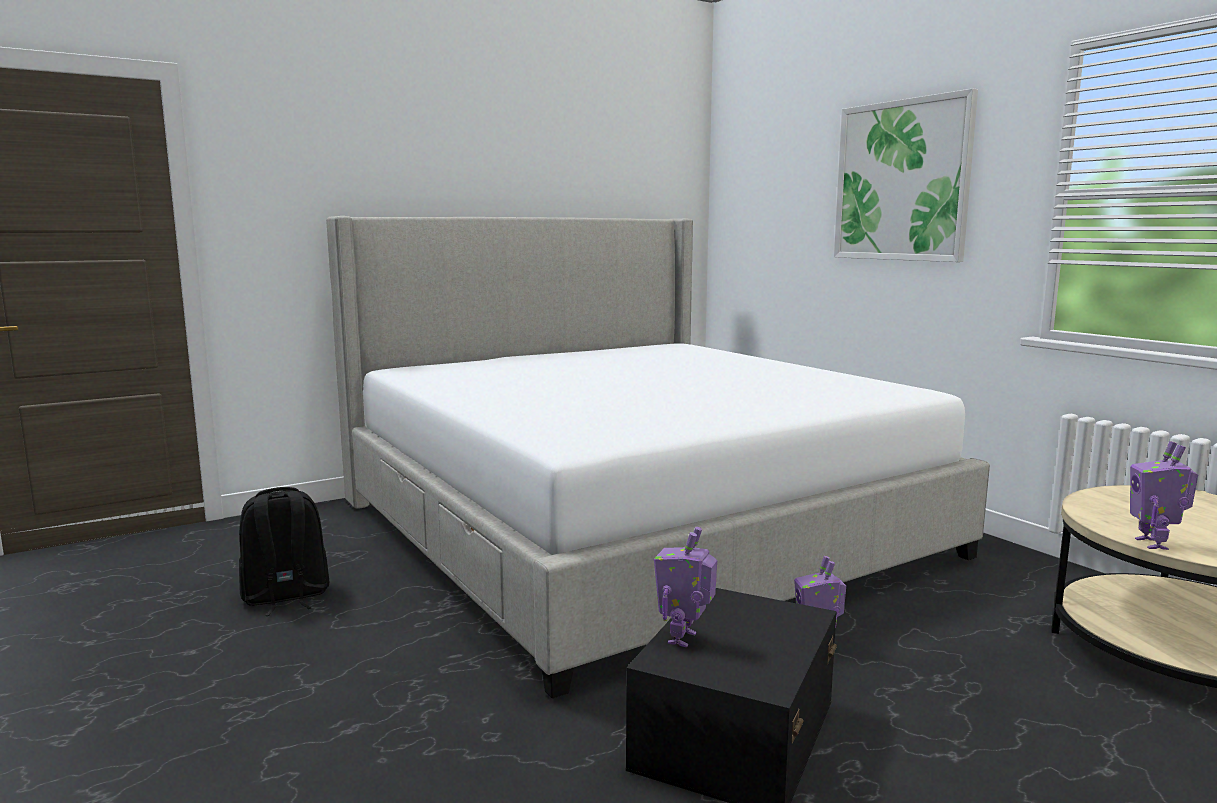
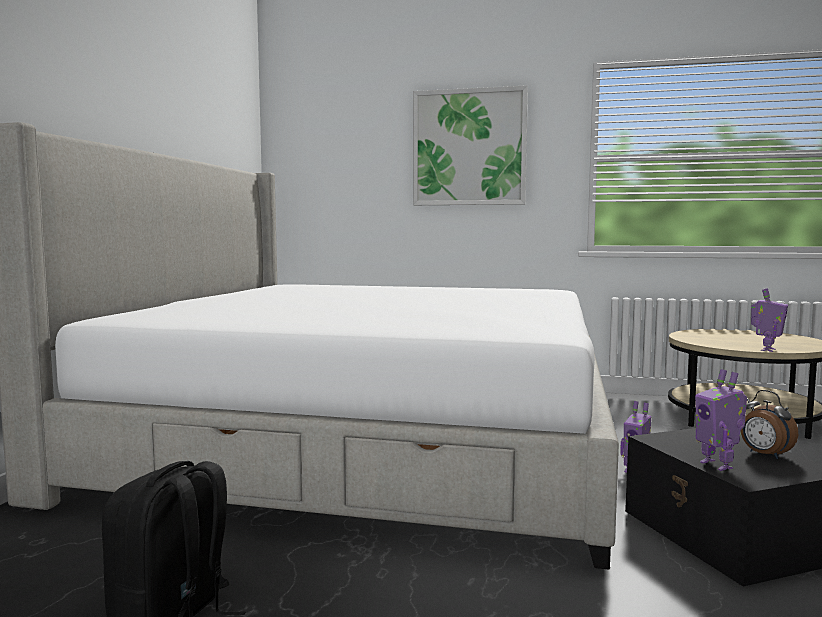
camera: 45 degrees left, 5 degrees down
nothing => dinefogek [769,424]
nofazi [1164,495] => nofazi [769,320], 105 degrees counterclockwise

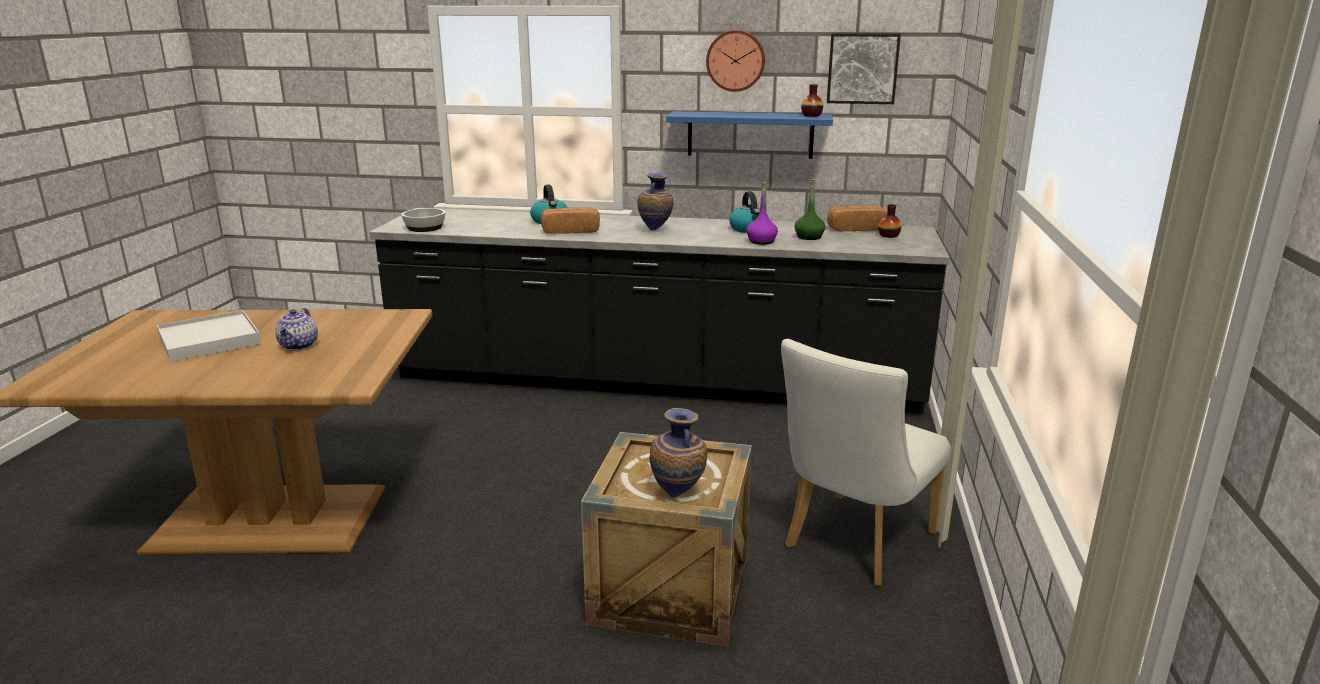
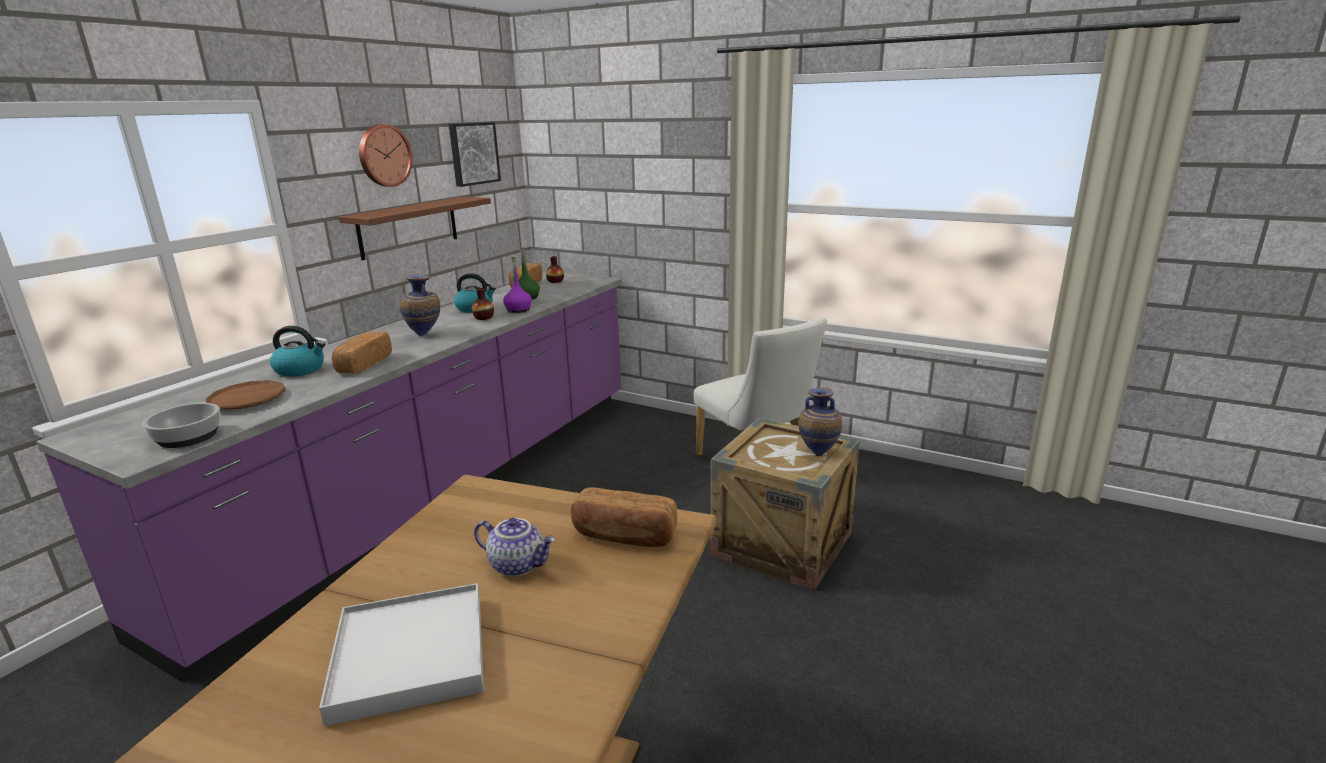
camera: 70 degrees left, 0 degrees up
nothing => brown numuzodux [245,395]
nothing => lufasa [624,517]
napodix [812,100] => napodix [483,304], move
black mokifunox [659,311] => purple mokifunox [329,477]
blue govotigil [749,135] => brown govotigil [415,229]

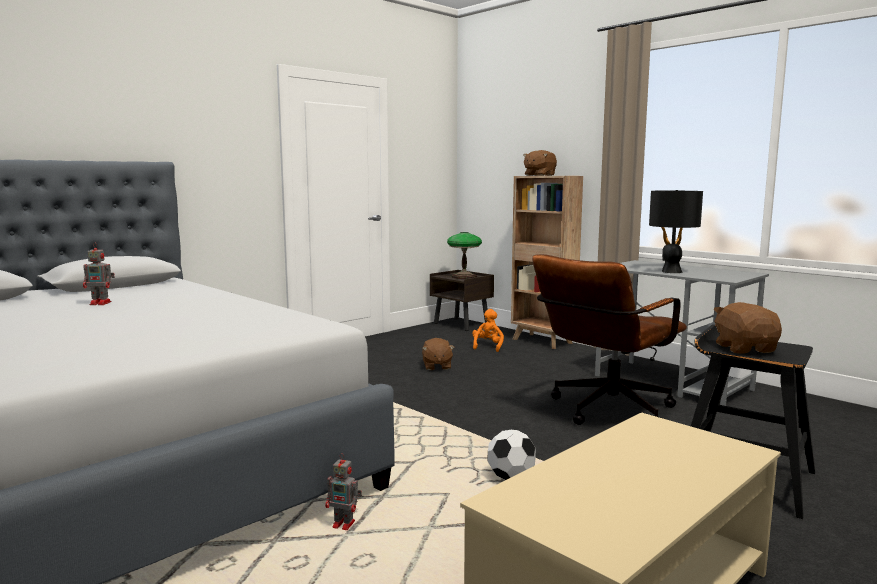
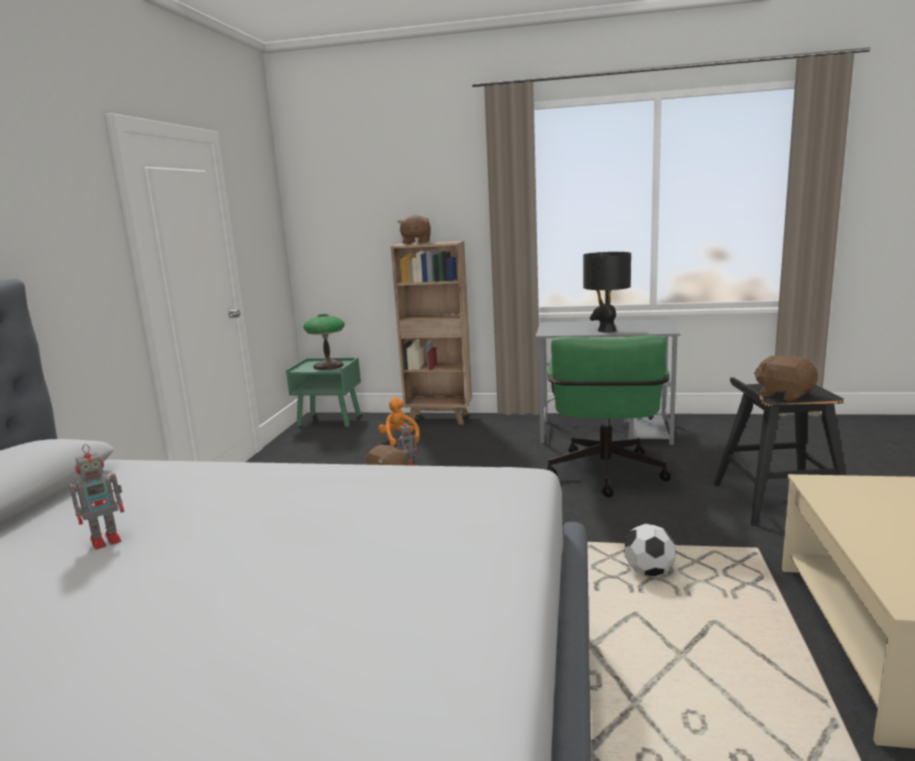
camera: 35 degrees left, 5 degrees up
nofazi [343,491] => nofazi [407,443], move
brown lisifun [462,300] => green lisifun [323,392]
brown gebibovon [609,339] => green gebibovon [609,416]

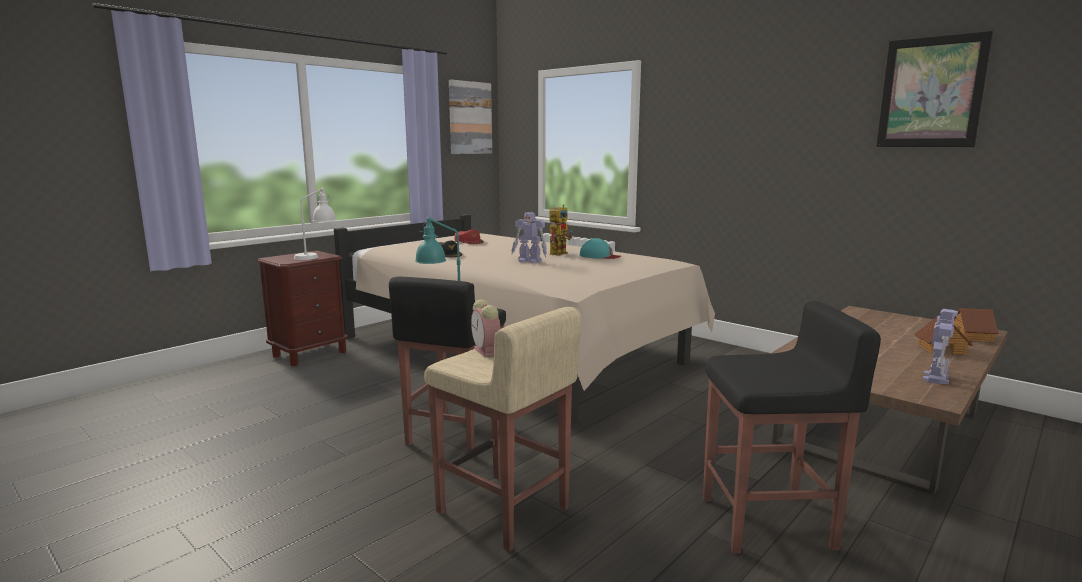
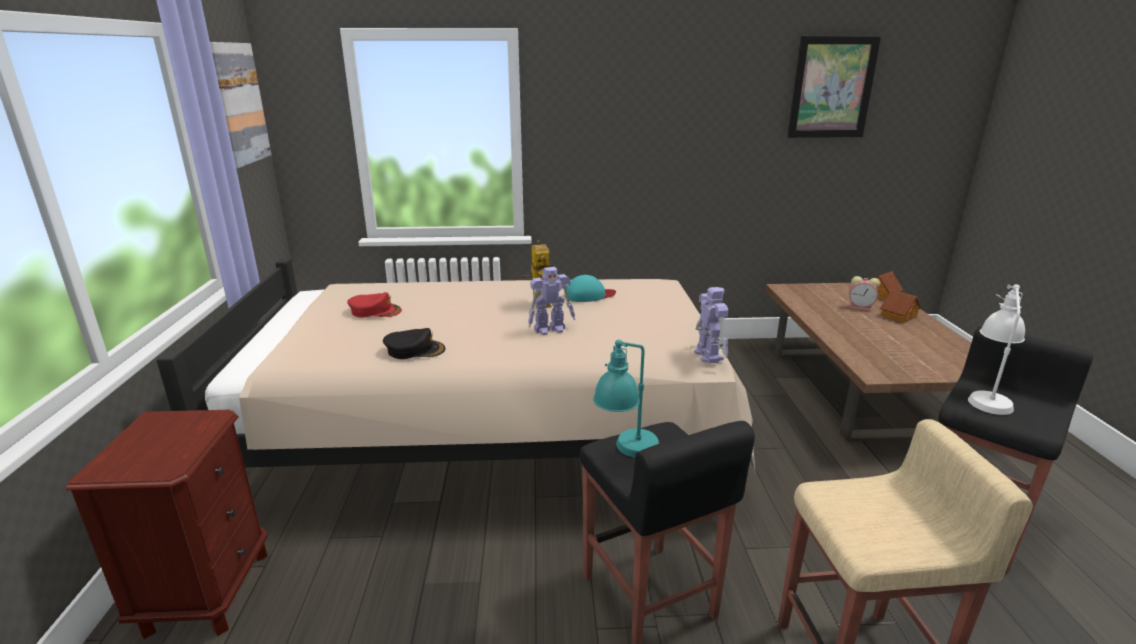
camera: 45 degrees left, 10 degrees up
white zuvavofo [315,224] => white zuvavofo [996,349], move
dinefogek [486,328] => dinefogek [864,293], move
nofazi [940,346] => nofazi [711,325], move

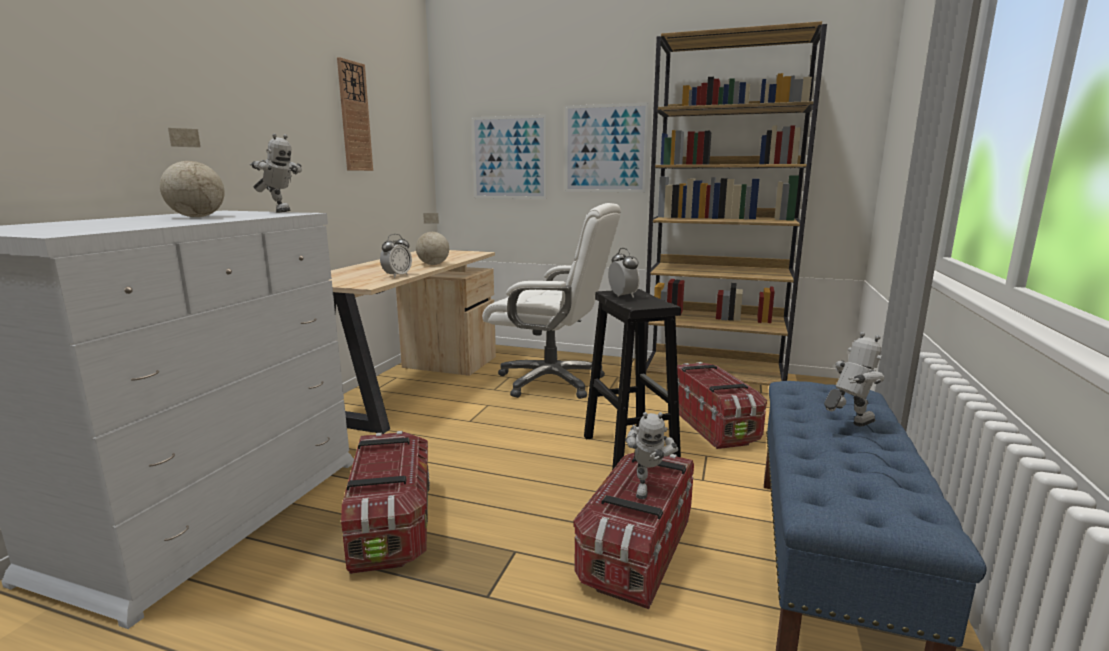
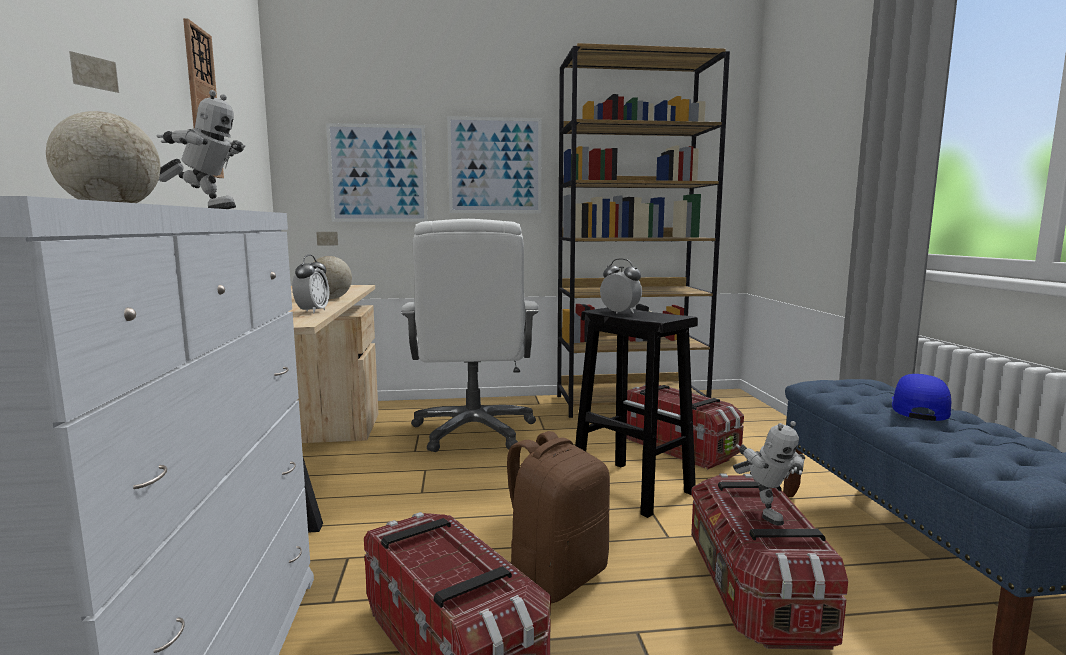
camera: 25 degrees left, 5 degrees down
nothing => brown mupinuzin [558,517]
nofazi [854,379] => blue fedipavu [921,397]
white gebibovon [551,301] => white gebibovon [470,335], 90 degrees clockwise

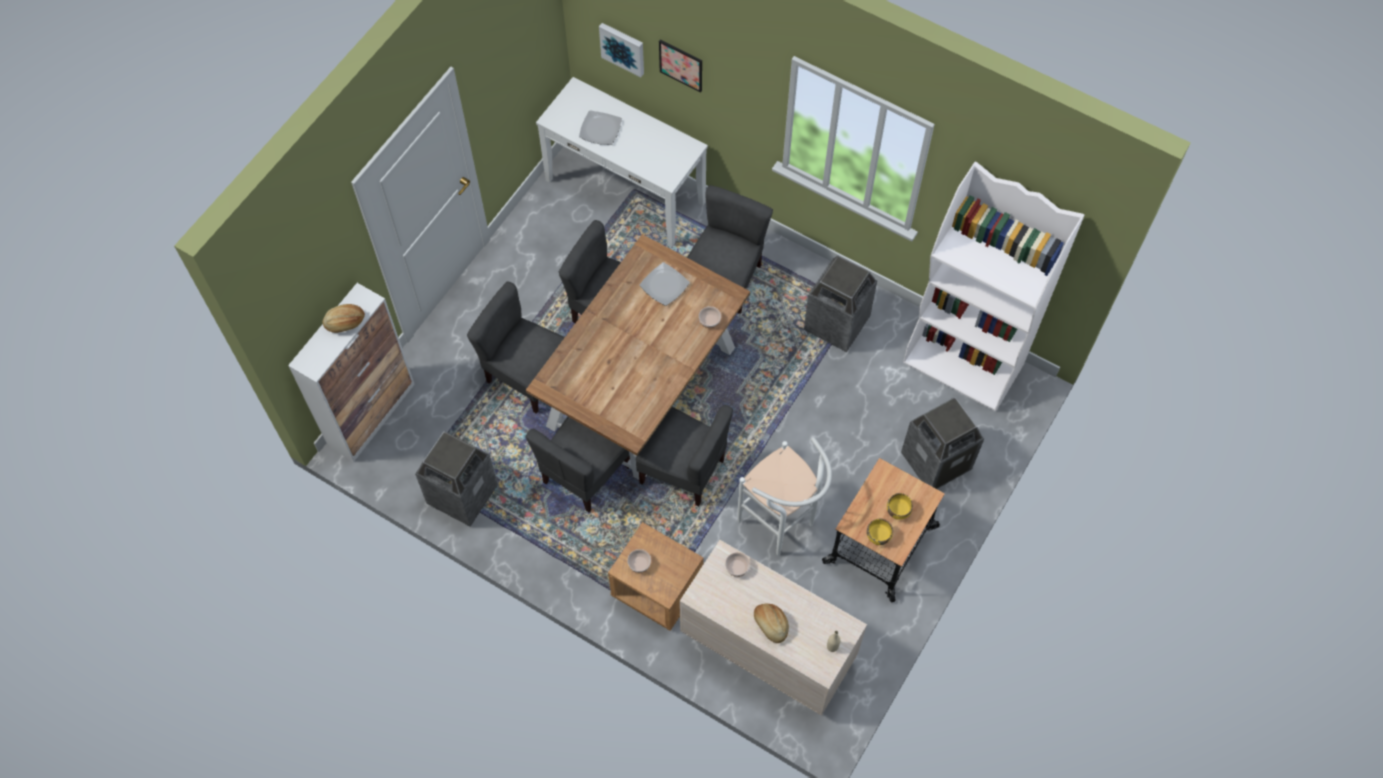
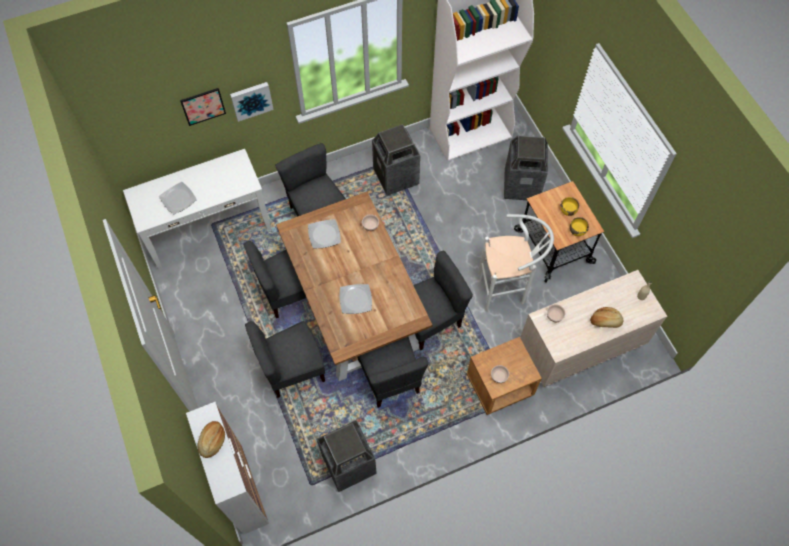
camera: 55 degrees left, 0 degrees up
nothing => numuzodux [356,299]
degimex [621,50] => degimex [252,102], move

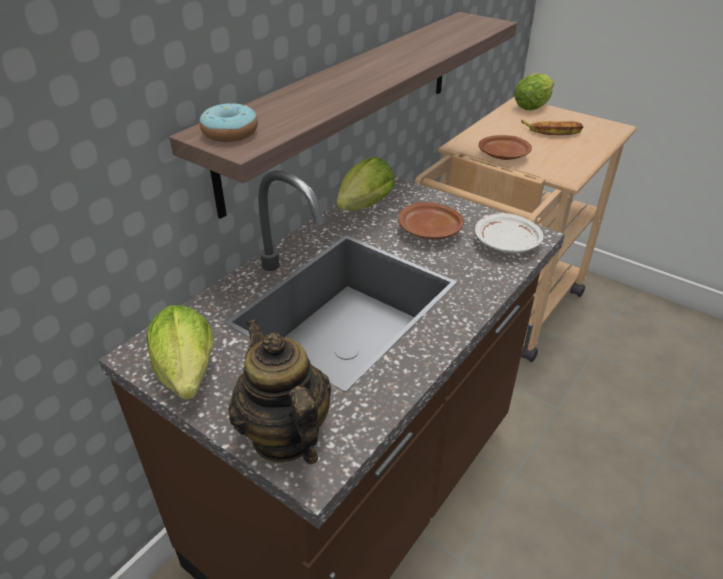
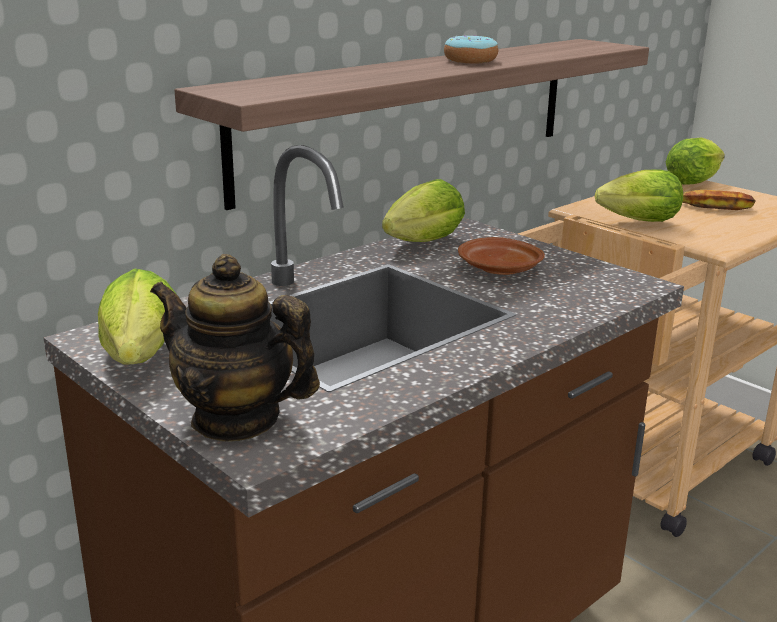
camera: 10 degrees right, 15 degrees down
white numuzodux [509,233] => nothing
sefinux [229,122] => sefinux [471,49], move
brown numuzodux [505,147] => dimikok [639,196]
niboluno [279,392] => niboluno [235,347], 45 degrees counterclockwise

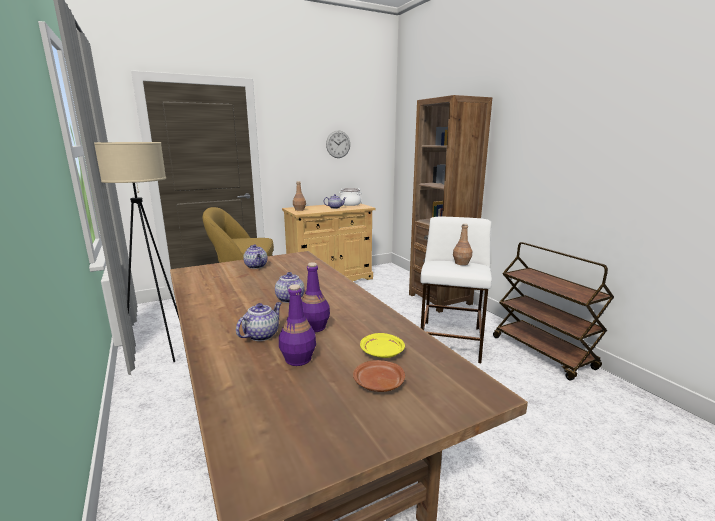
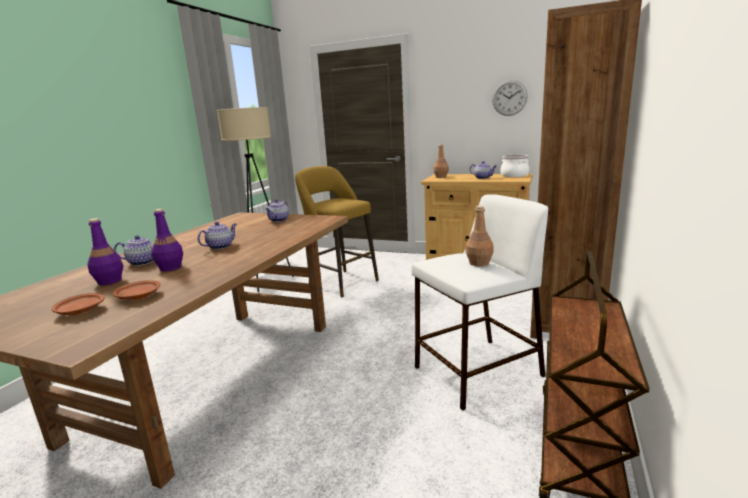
camera: 50 degrees right, 0 degrees up
yellow numuzodux [382,345] => brown numuzodux [136,290]

